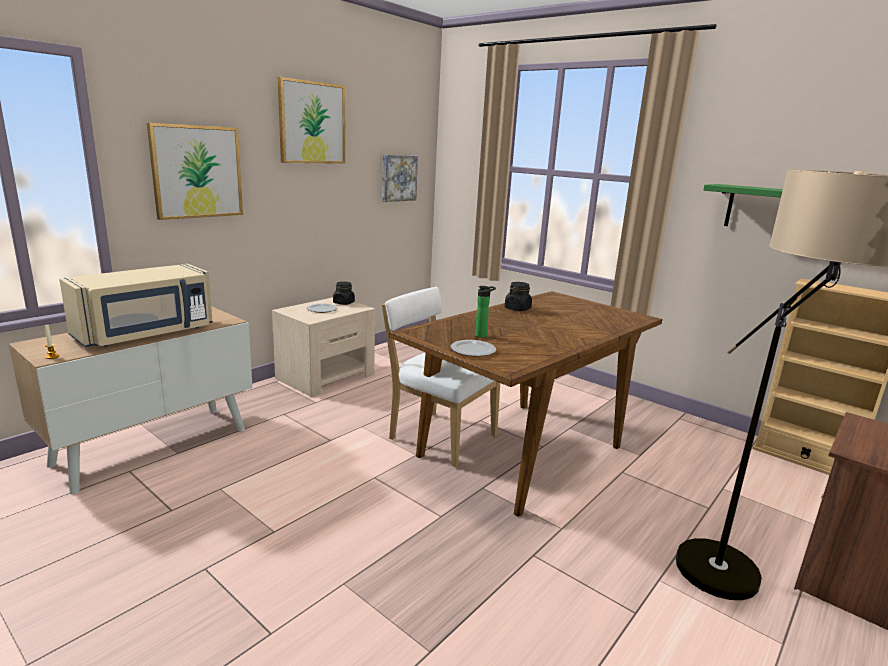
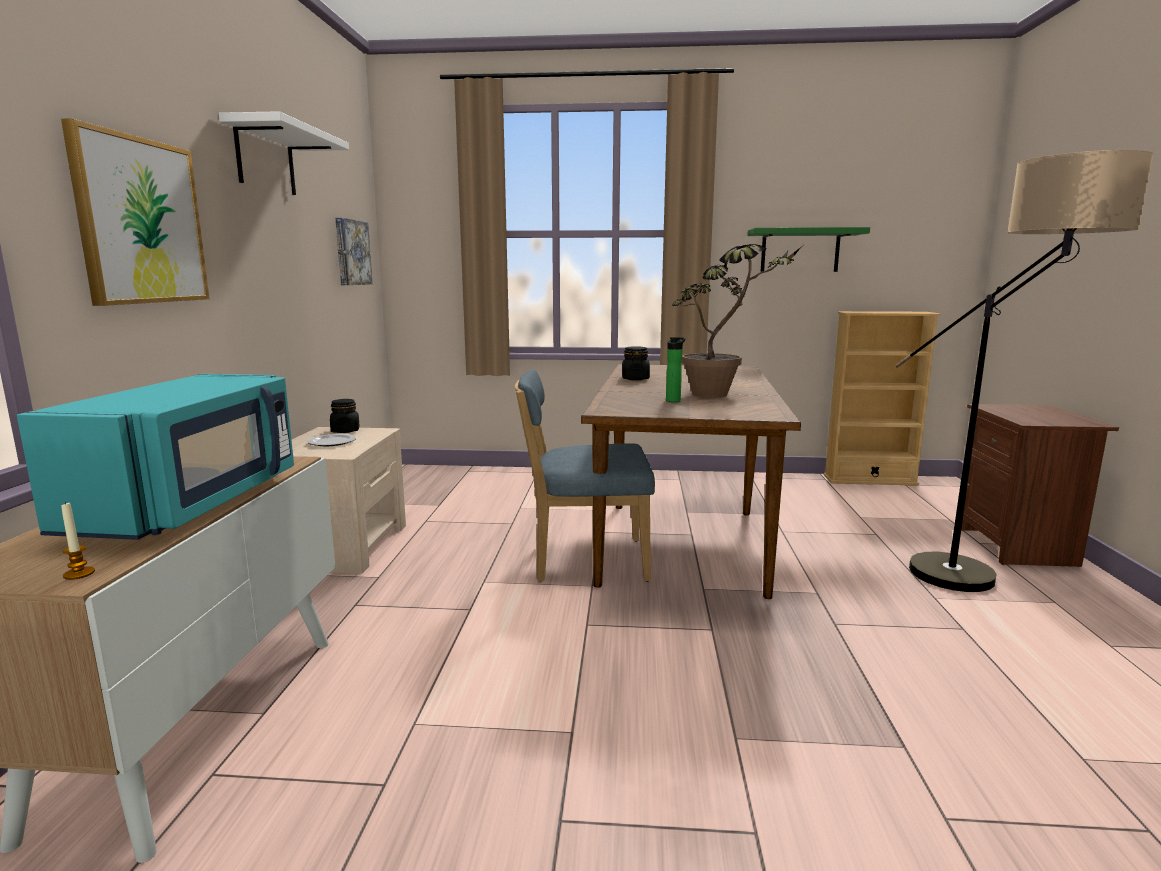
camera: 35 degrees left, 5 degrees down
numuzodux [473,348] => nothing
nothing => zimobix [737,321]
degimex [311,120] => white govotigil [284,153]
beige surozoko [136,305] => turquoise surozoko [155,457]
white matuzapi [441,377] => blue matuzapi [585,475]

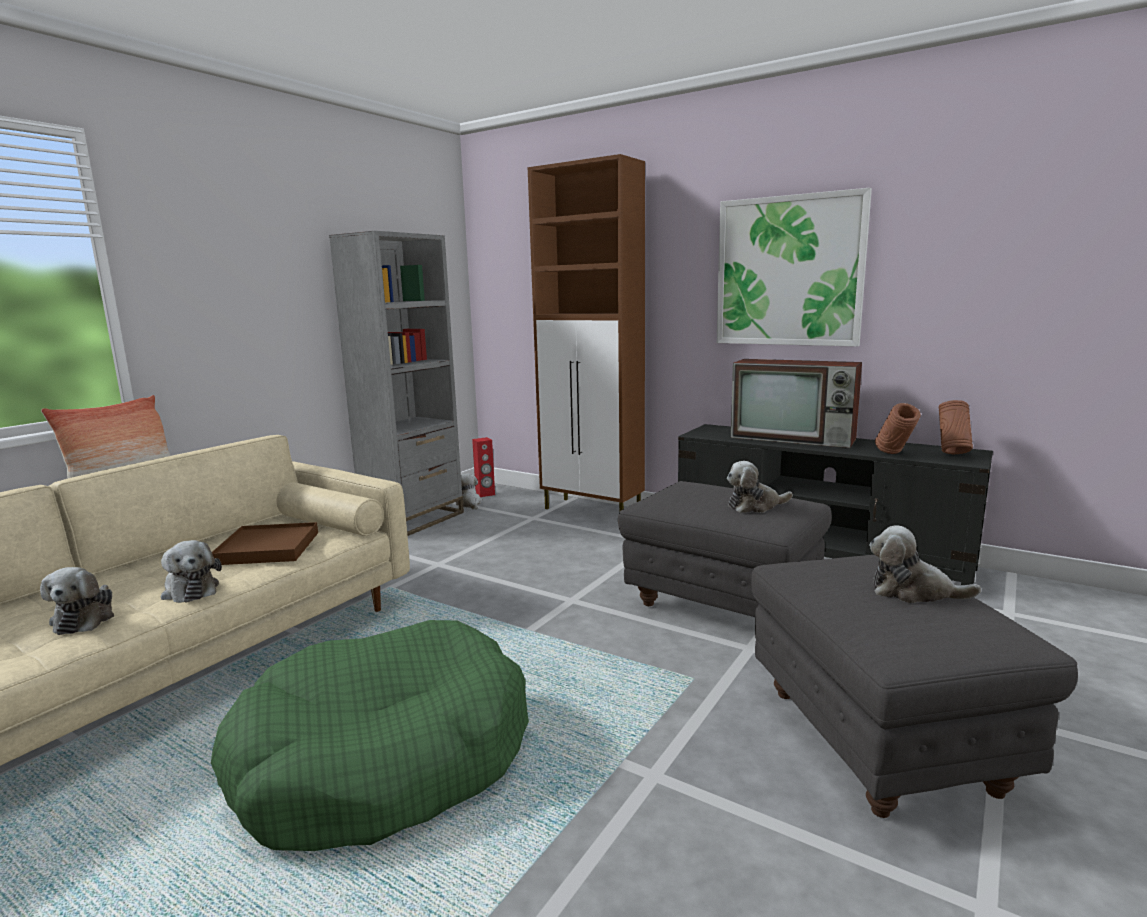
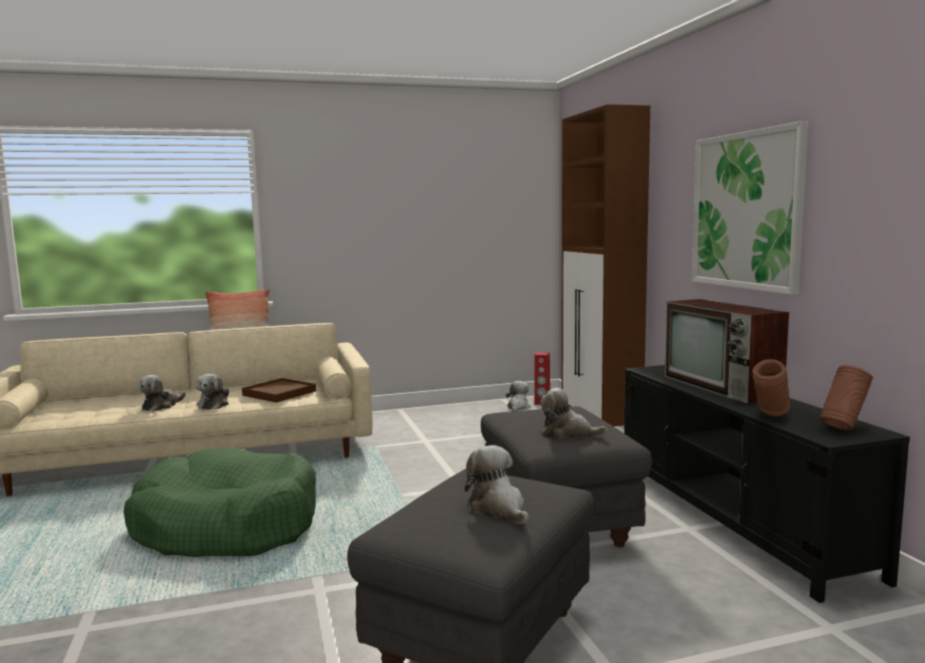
camera: 40 degrees right, 5 degrees down
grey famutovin [396,383] => nothing

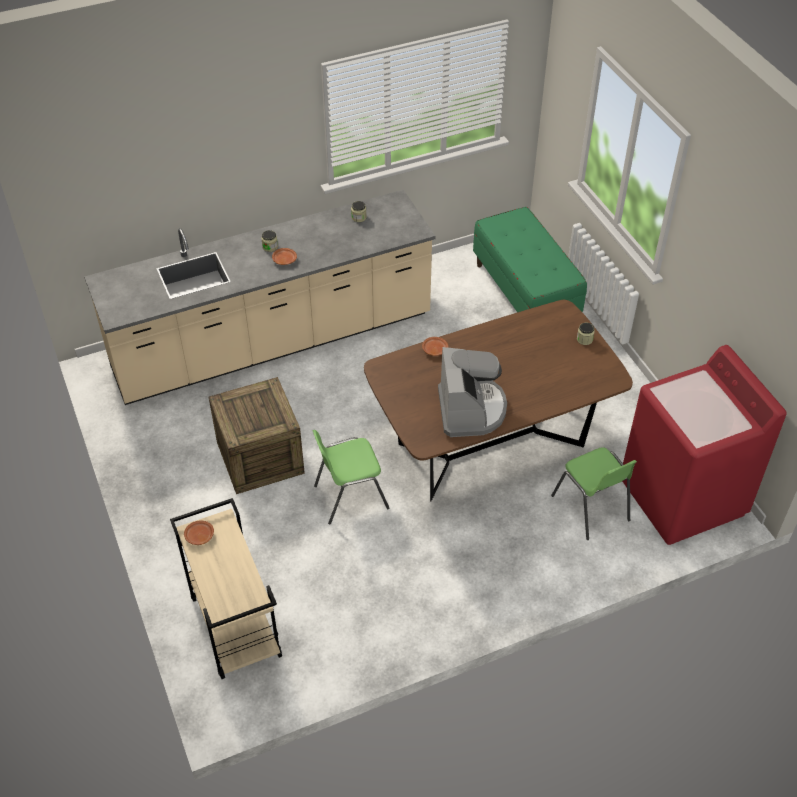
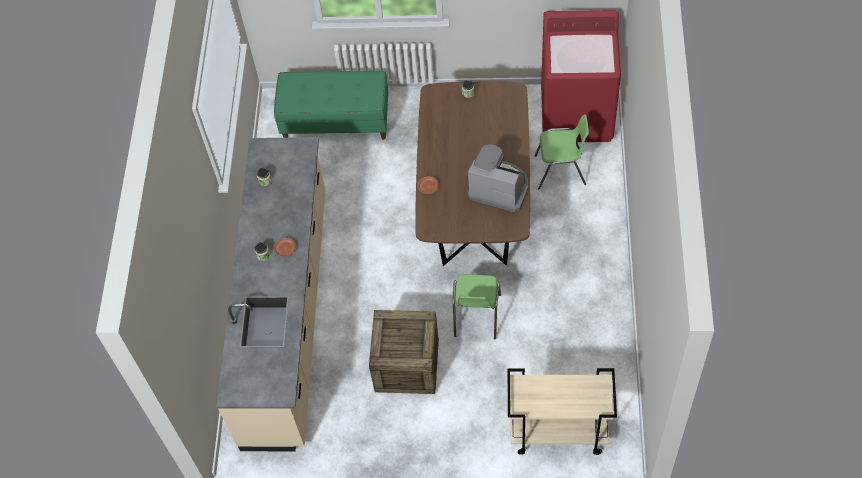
camera: 60 degrees left, 10 degrees up
brown numuzodux [199,532] => nothing

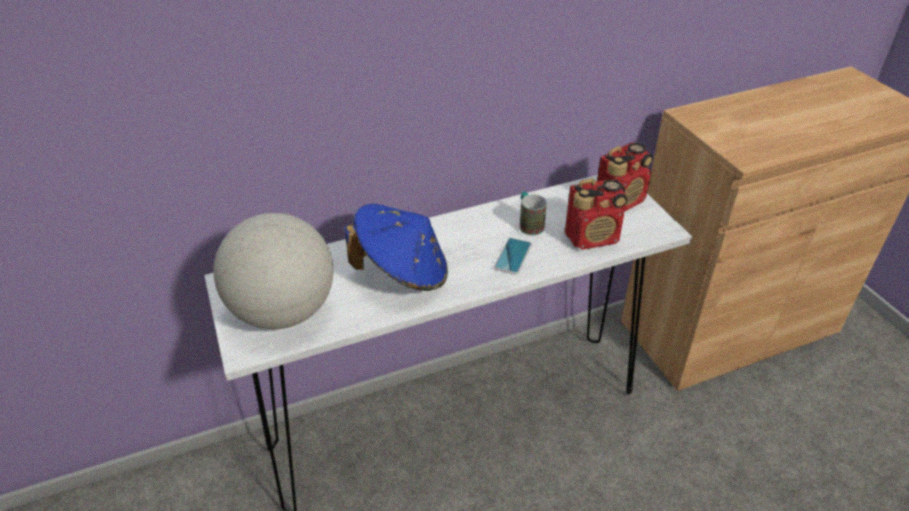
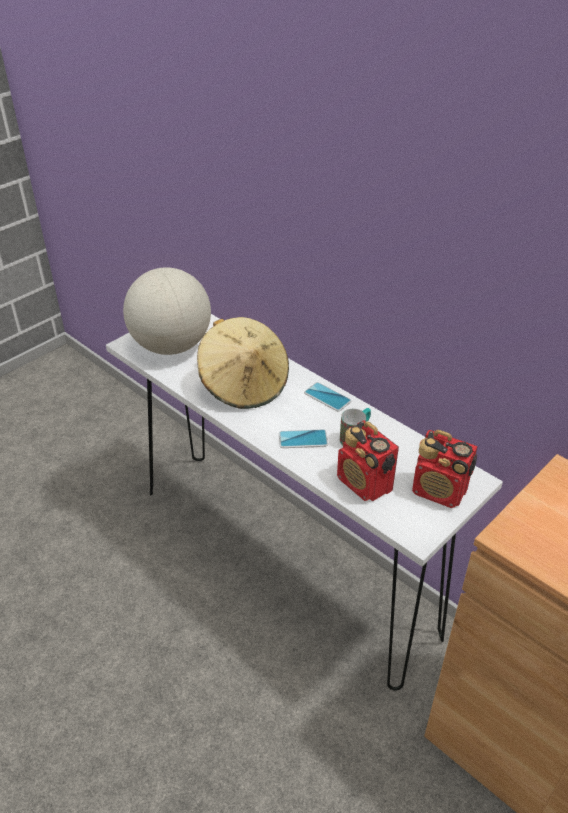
camera: 65 degrees right, 0 degrees up
nothing => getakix [327,397]
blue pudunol [396,247] => beige pudunol [243,363]

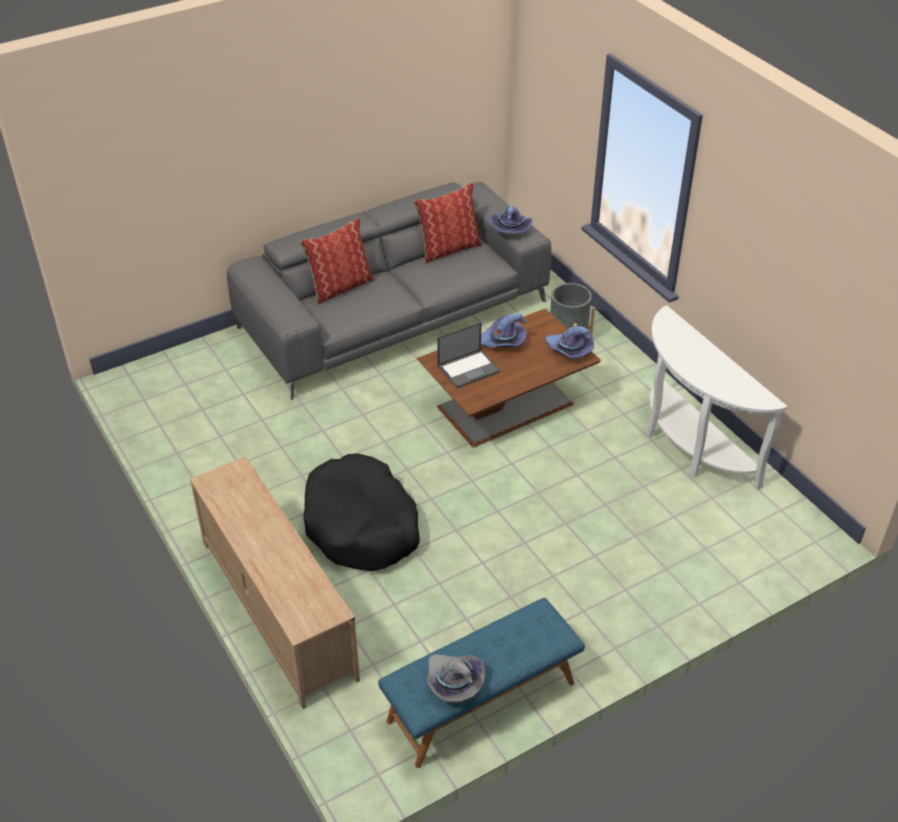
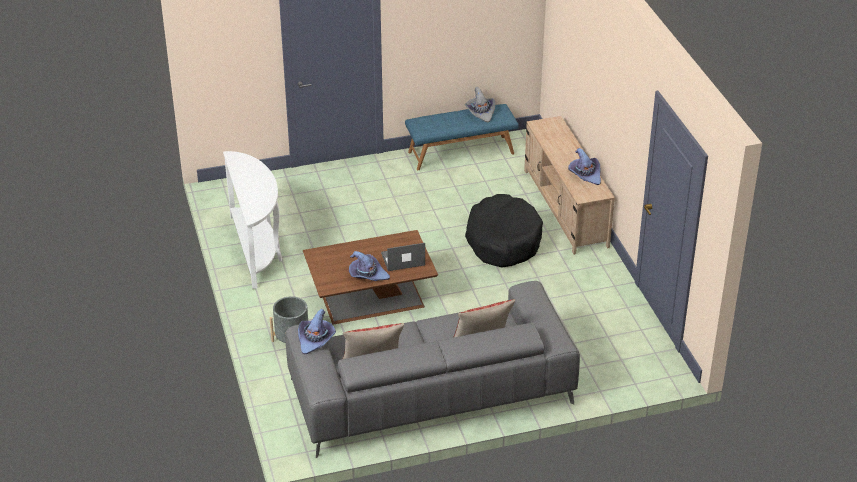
camera: 165 degrees left, 5 degrees down
purple pudunol [569,342] => purple pudunol [584,166], move

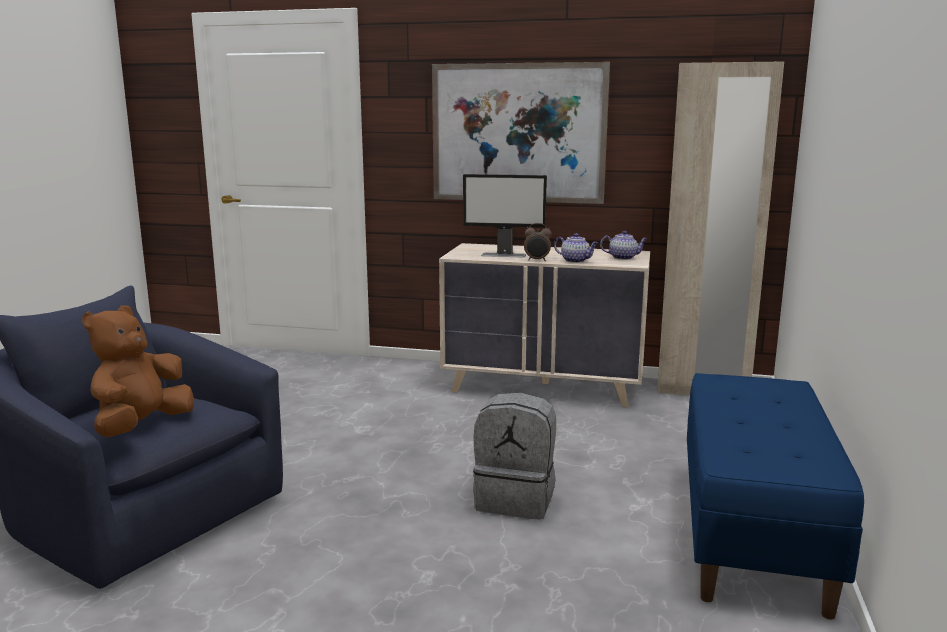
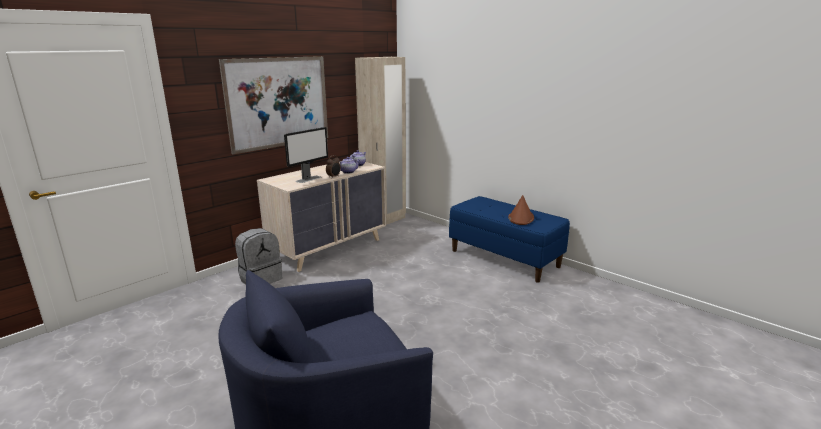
camera: 60 degrees left, 5 degrees up
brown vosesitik [138,371] => nothing
nothing => brown pudunol [521,210]
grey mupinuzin [514,456] => grey mupinuzin [258,256], move

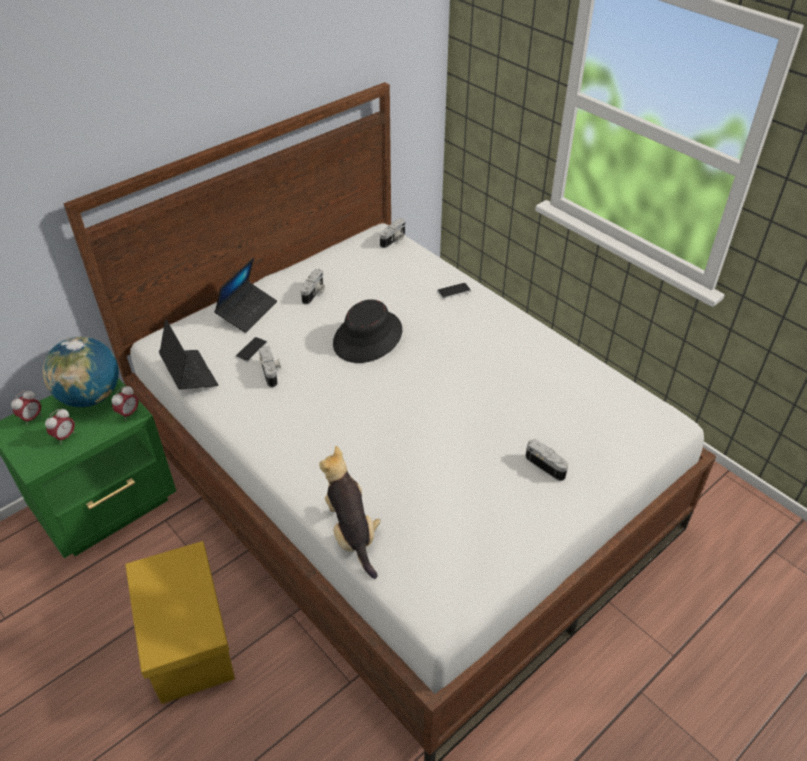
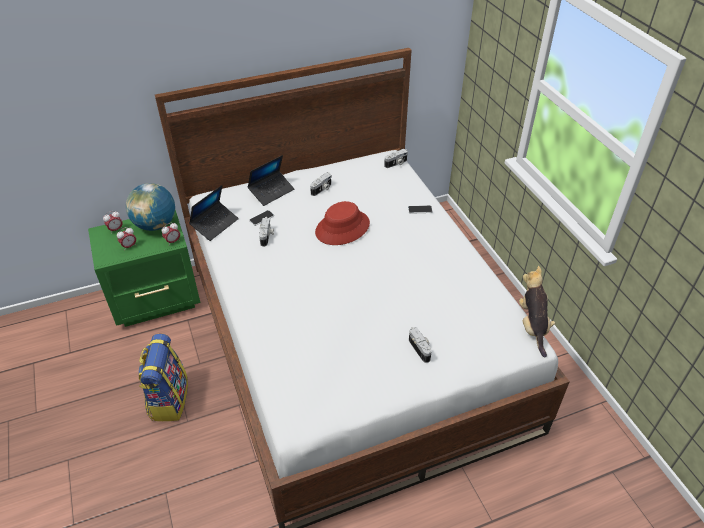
camera: 20 degrees right, 0 degrees up
vosesitik [350,512] => vosesitik [537,312], move
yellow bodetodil [180,622] => mupinuzin [163,377]
black pudunol [367,331] => red pudunol [342,223]
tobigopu [188,354] => tobigopu [214,213], 45 degrees clockwise

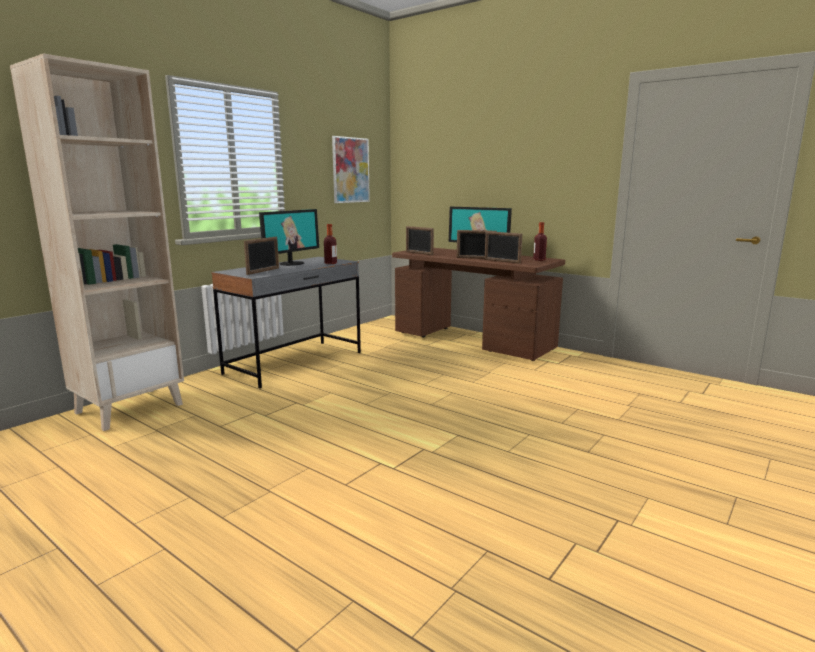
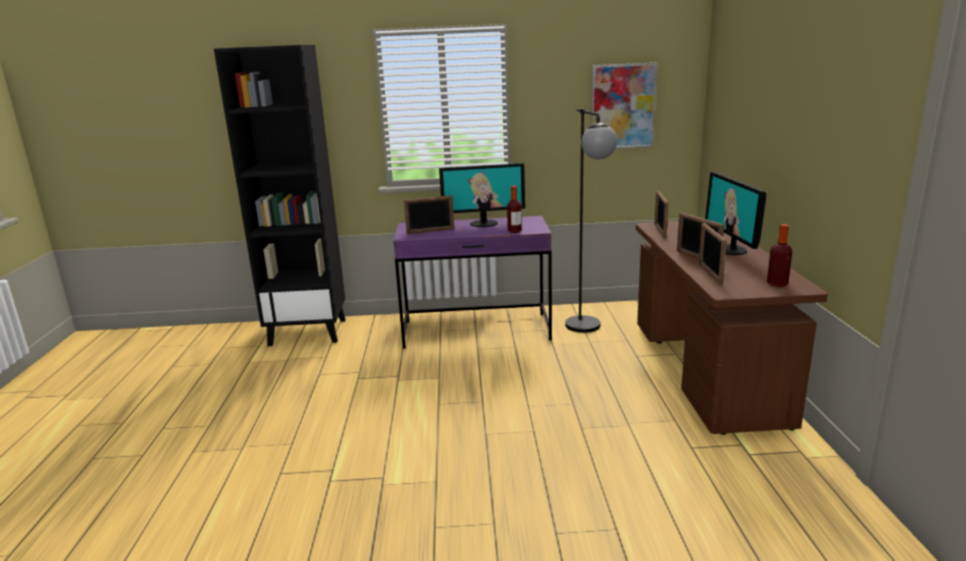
camera: 50 degrees right, 5 degrees up
nothing => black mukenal [591,221]
beige famutovin [97,242] => black famutovin [279,195]
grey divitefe [286,323] => purple divitefe [472,282]

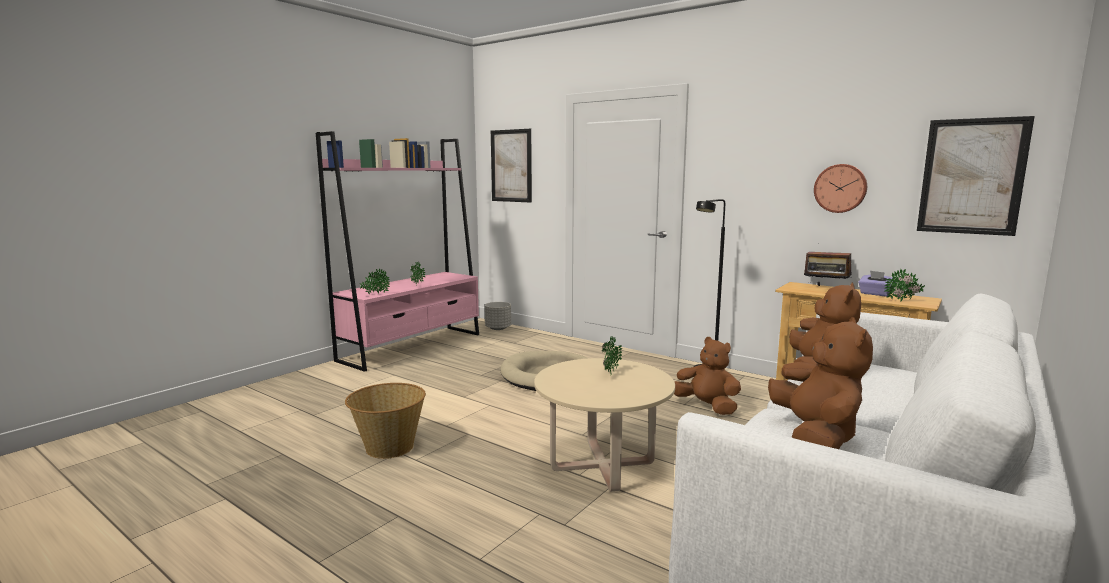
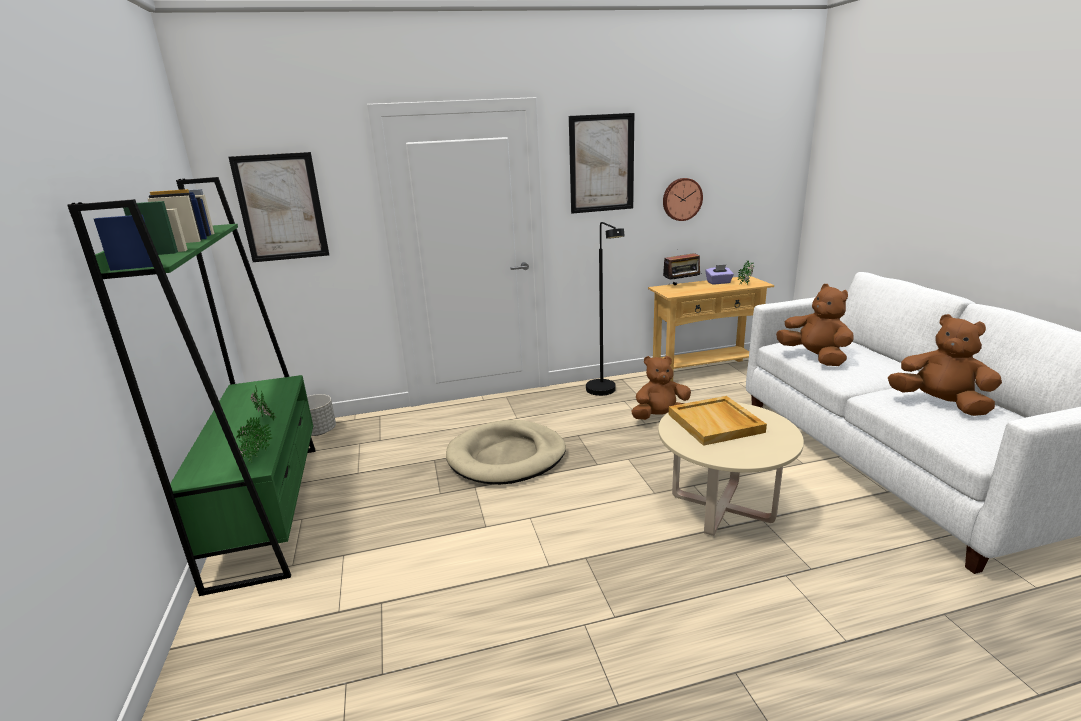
camera: 50 degrees left, 10 degrees up
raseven [385,421] => nothing
degimex [976,176] => degimex [601,163], move
zimobix [612,354] => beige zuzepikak [718,421]
pink famutovin [397,251] => green famutovin [191,386]

